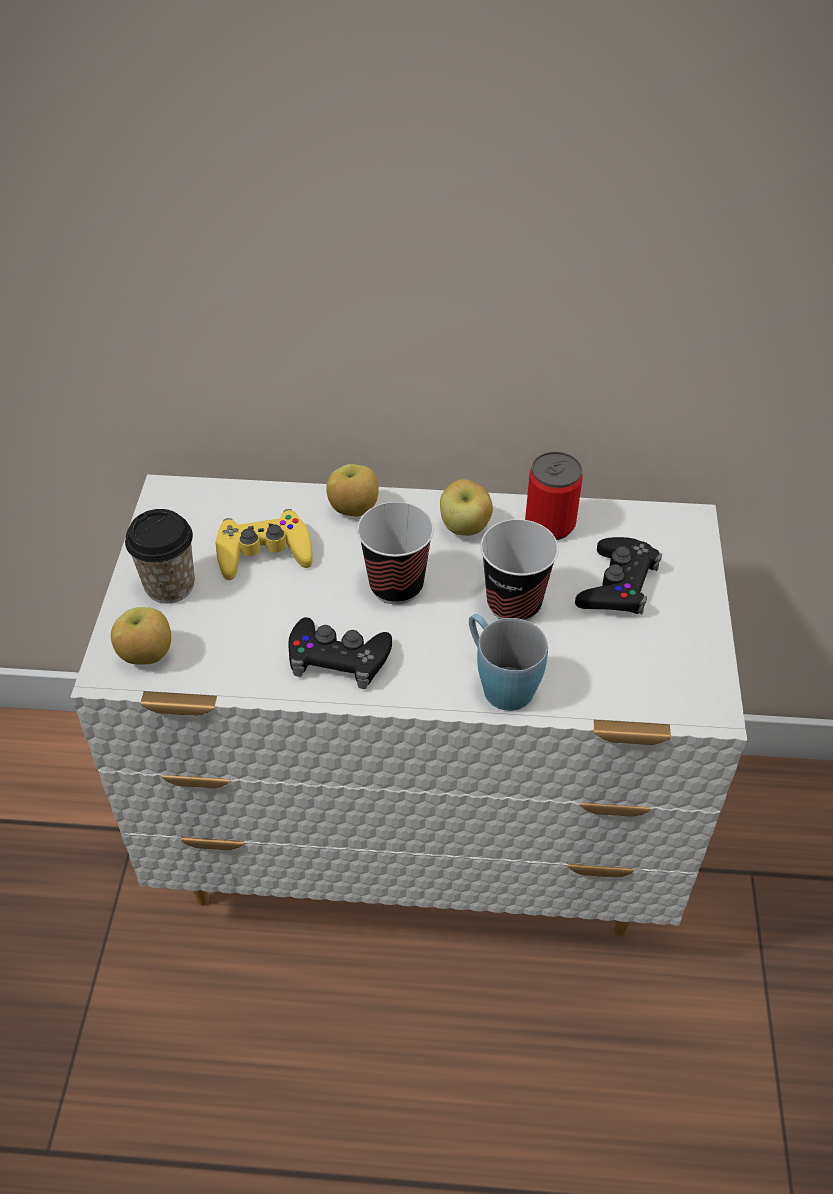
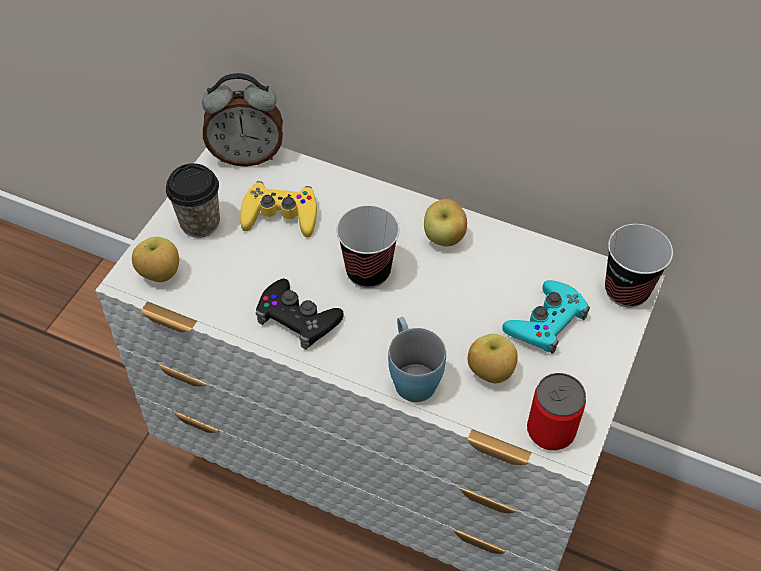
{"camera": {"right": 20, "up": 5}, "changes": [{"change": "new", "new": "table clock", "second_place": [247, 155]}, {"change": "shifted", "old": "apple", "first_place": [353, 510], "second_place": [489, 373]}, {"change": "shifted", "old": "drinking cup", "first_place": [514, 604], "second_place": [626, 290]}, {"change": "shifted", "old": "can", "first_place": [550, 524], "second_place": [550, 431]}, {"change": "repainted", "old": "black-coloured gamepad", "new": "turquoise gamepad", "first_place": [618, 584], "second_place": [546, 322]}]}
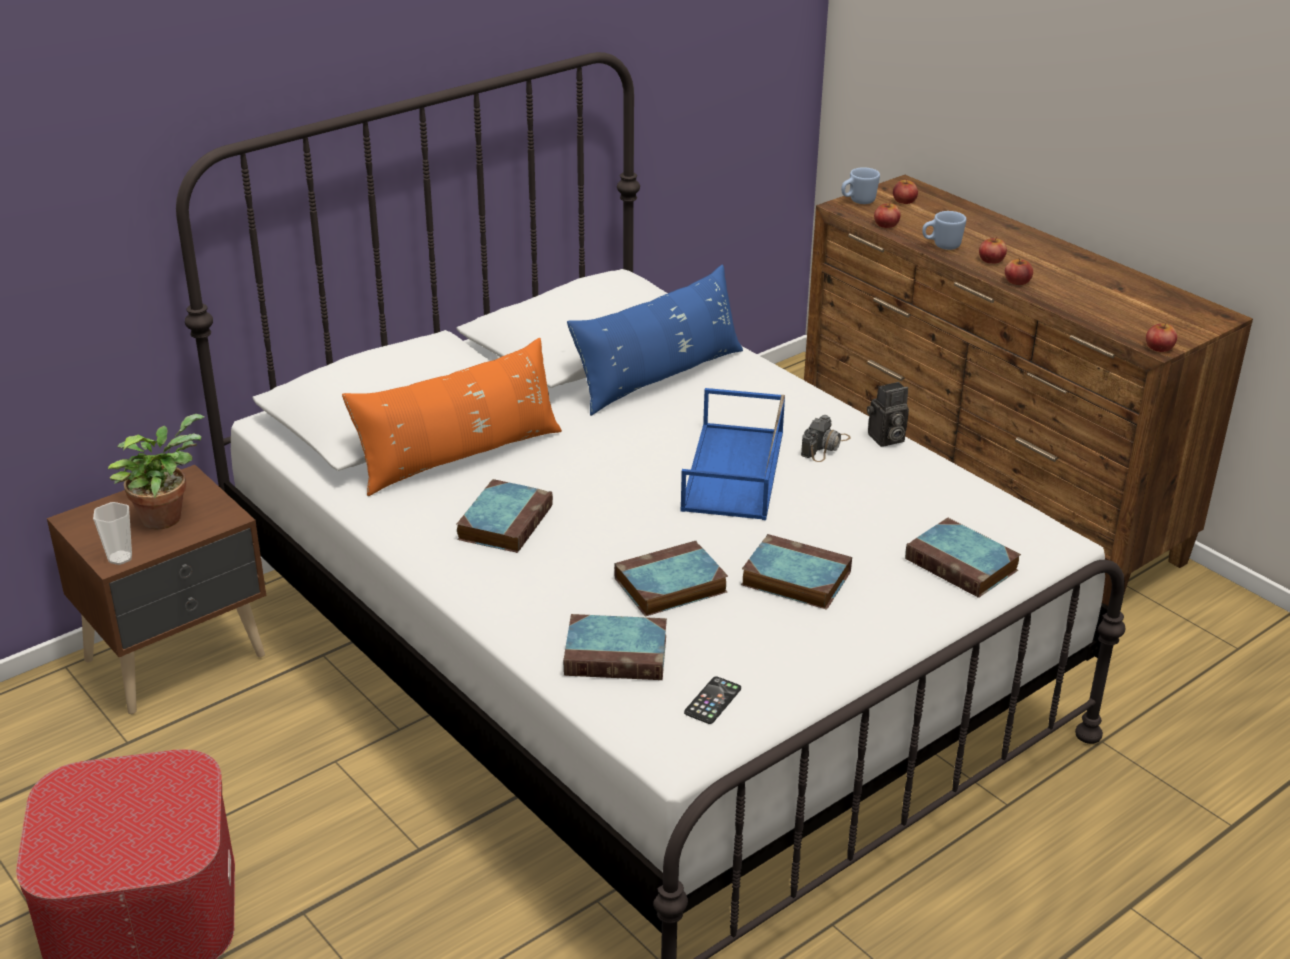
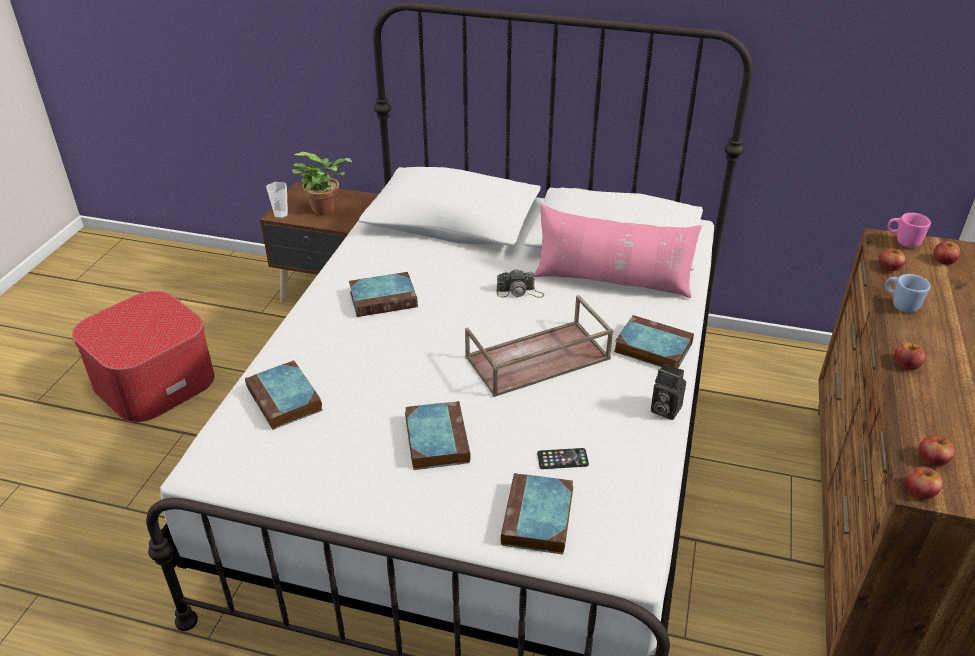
{"camera": {"right": 55, "up": 5}, "changes": [{"change": "gone", "old": "orange-coloured cushion", "first_place": [460, 456]}, {"change": "shifted", "old": "volume", "first_place": [669, 586], "second_place": [651, 347]}, {"change": "shifted", "old": "phone", "first_place": [713, 701], "second_place": [562, 459]}, {"change": "shifted", "old": "photo camera", "first_place": [825, 446], "second_place": [519, 292]}, {"change": "shifted", "old": "apple", "first_place": [991, 260], "second_place": [932, 458]}, {"change": "repainted", "old": "blue cushion", "new": "pink-coloured cushion", "first_place": [659, 377], "second_place": [612, 281]}, {"change": "repainted", "old": "blue tray", "new": "brown tray", "first_place": [735, 472], "second_place": [537, 359]}, {"change": "repainted", "old": "blue coffee mug", "new": "pink-coloured coffee mug", "first_place": [858, 201], "second_place": [903, 241]}]}
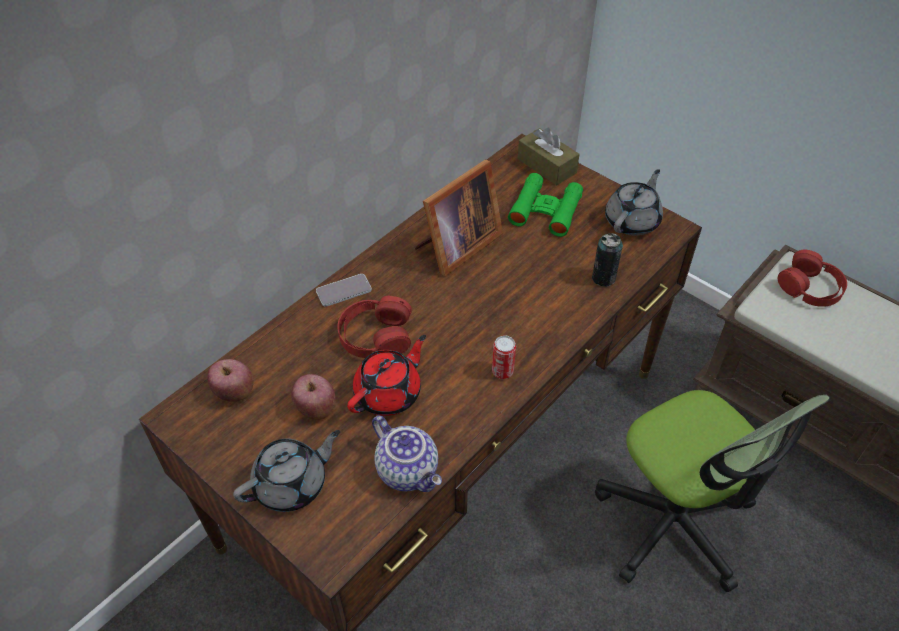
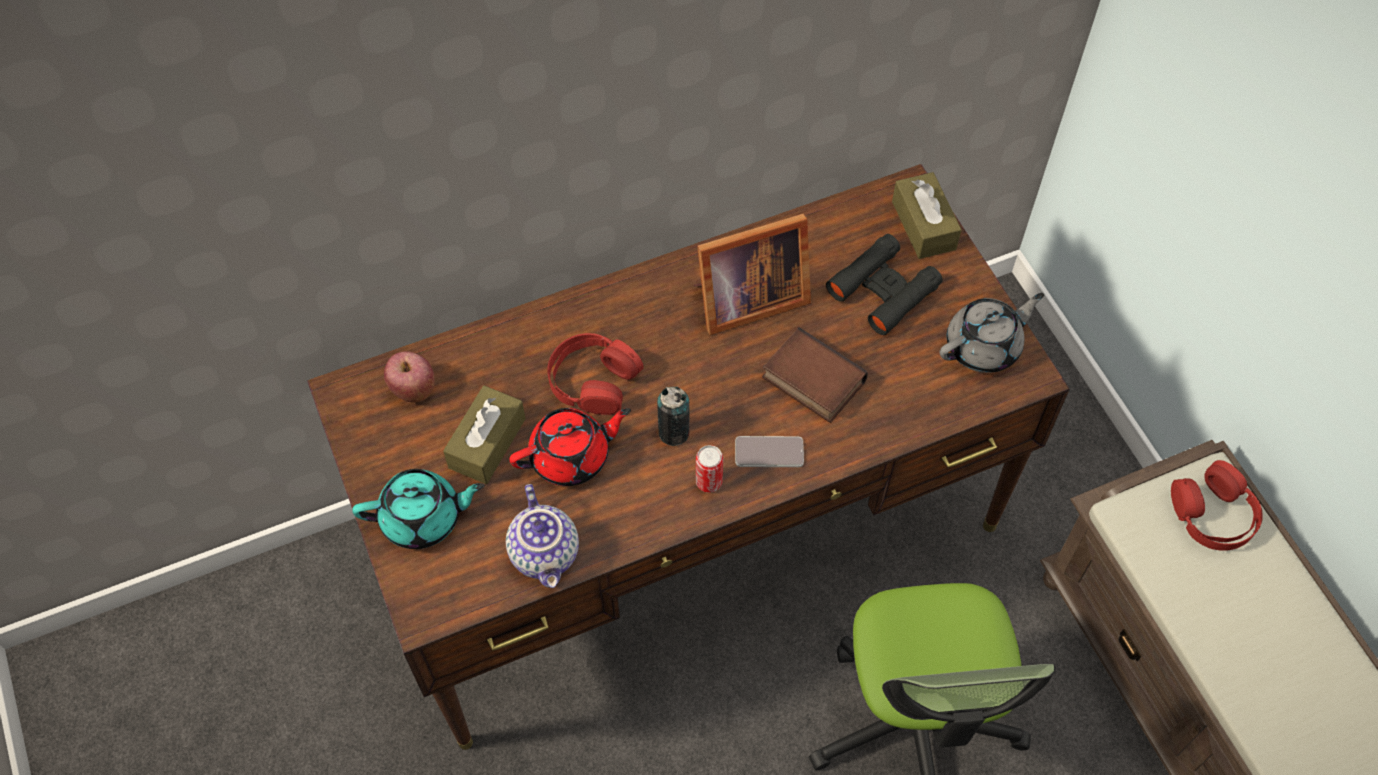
{"camera": {"right": 25, "up": 10}, "changes": [{"change": "new", "new": "volume", "second_place": [810, 381]}, {"change": "shifted", "old": "phone", "first_place": [344, 291], "second_place": [769, 452]}, {"change": "shifted", "old": "can", "first_place": [603, 278], "second_place": [674, 432]}, {"change": "swapped", "old": "apple", "new": "brown tissue box", "first_place": [316, 408], "second_place": [487, 443]}, {"change": "repainted", "old": "grey pot for tea", "new": "turquoise pot for tea", "first_place": [292, 484], "second_place": [423, 518]}, {"change": "repainted", "old": "green-coloured pair of binoculars", "new": "black-coloured pair of binoculars", "first_place": [545, 210], "second_place": [883, 290]}]}
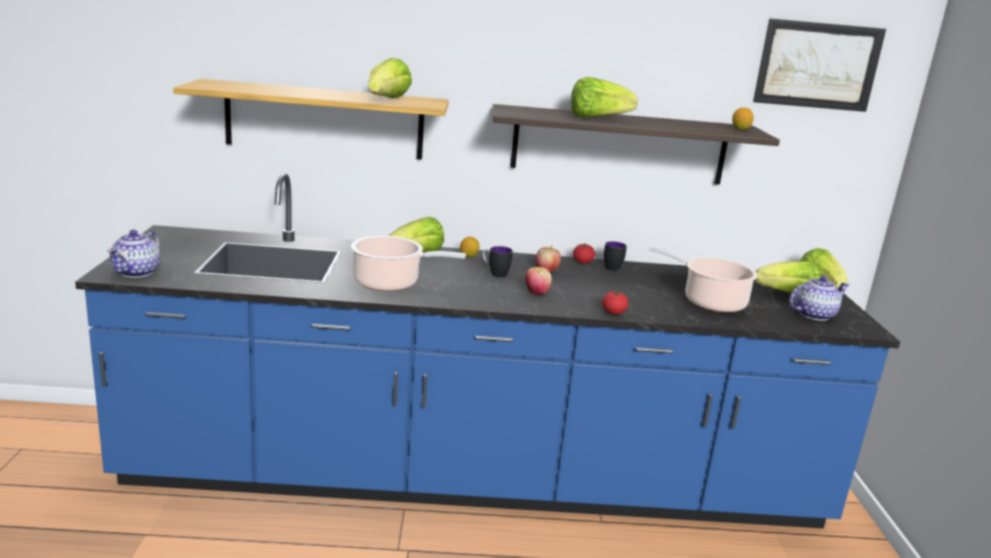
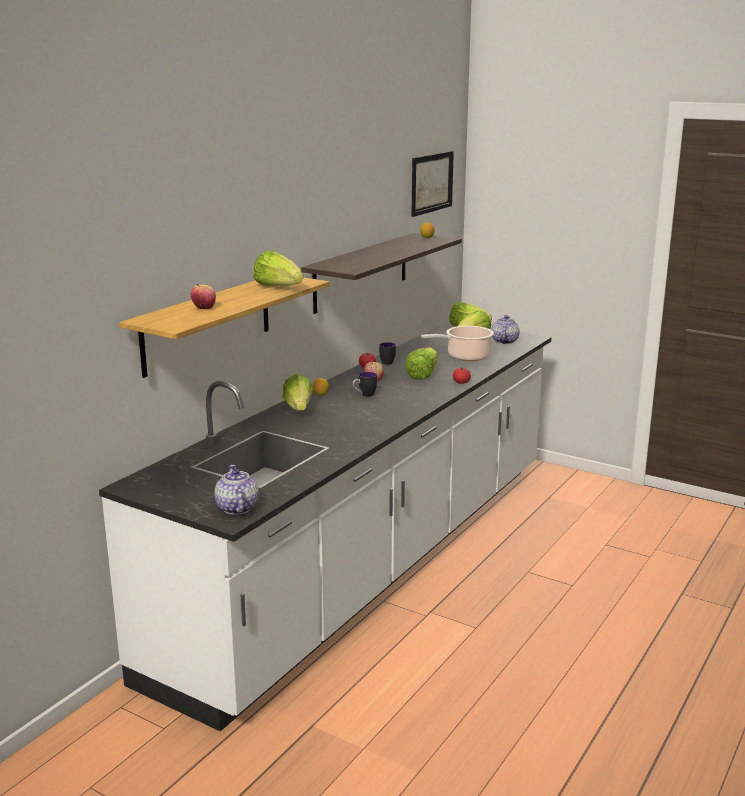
{"camera": {"right": -55, "up": 0}, "changes": [{"change": "gone", "old": "stockpot", "first_place": [390, 283]}, {"change": "shifted", "old": "apple", "first_place": [536, 292], "second_place": [204, 308]}, {"change": "shifted", "old": "head of lettuce", "first_place": [597, 118], "second_place": [422, 375]}, {"change": "repainted", "old": "blue kitchen base unit", "new": "white kitchen base unit", "first_place": [477, 477], "second_place": [372, 561]}, {"change": "rotated", "old": "pot for tea", "first_place": [137, 272], "second_place": [236, 508], "degrees": -150}]}
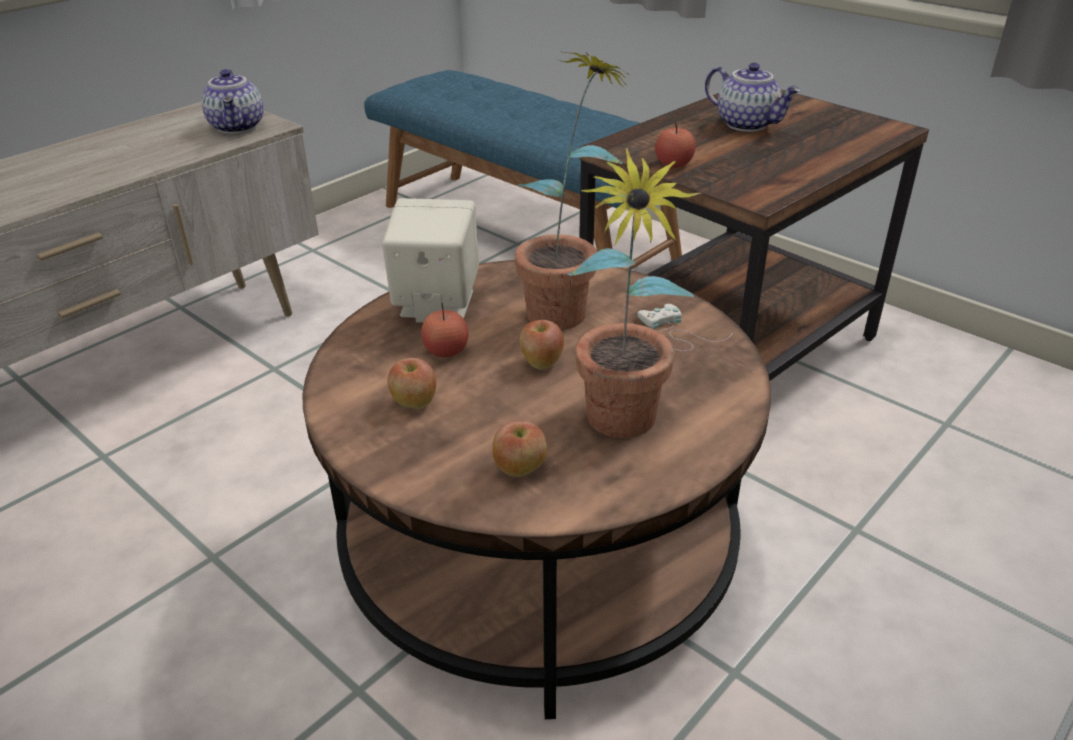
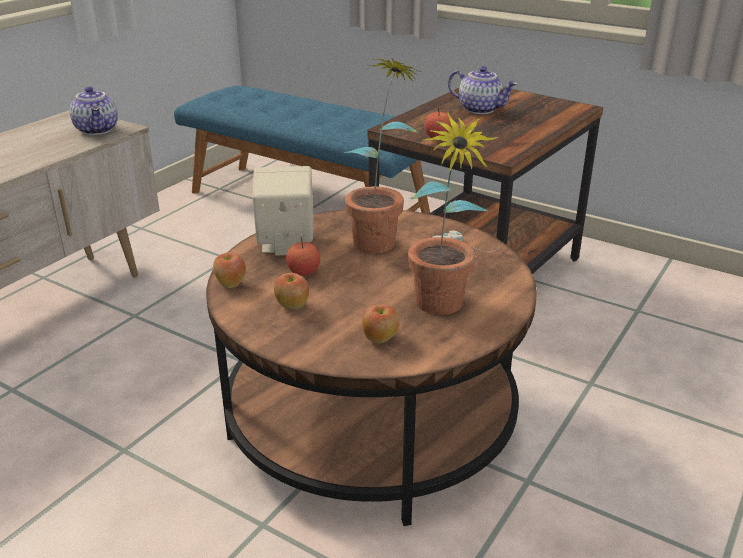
{"camera": {"right": -10, "up": -5}, "changes": [{"change": "shifted", "old": "apple", "first_place": [541, 363], "second_place": [230, 284]}]}
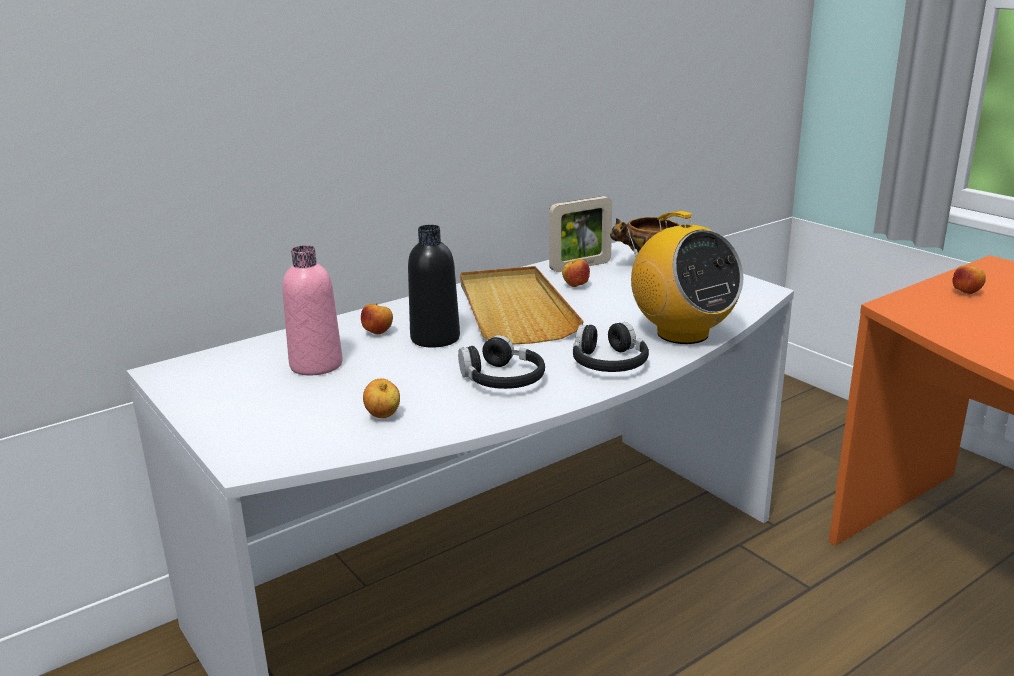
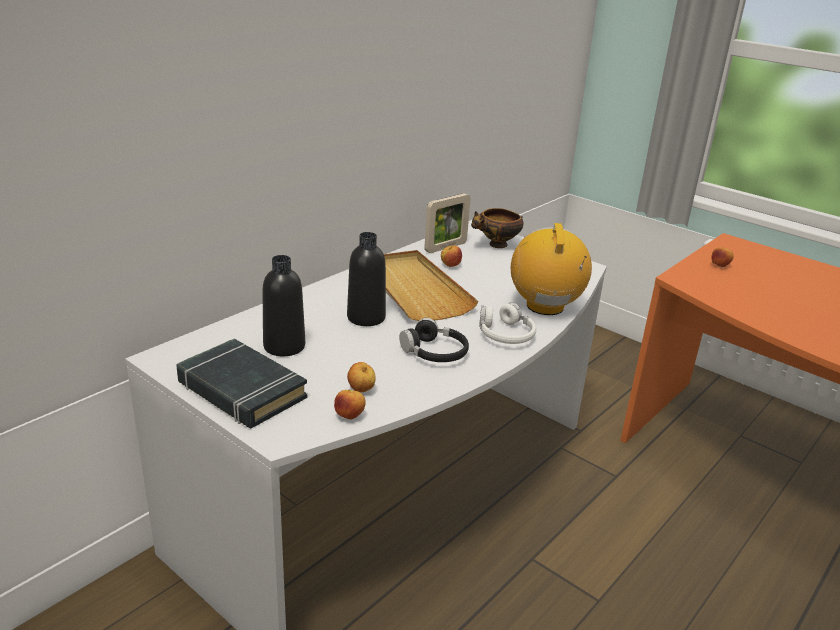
{"camera": {"right": -15, "up": 5}, "changes": [{"change": "new", "new": "black-coloured volume", "second_place": [241, 390]}, {"change": "shifted", "old": "apple", "first_place": [378, 333], "second_place": [350, 416]}, {"change": "repainted", "old": "pink-coloured beverage bottle", "new": "black-coloured beverage bottle", "first_place": [316, 365], "second_place": [284, 346]}, {"change": "repainted", "old": "black-coloured pair of headphones", "new": "white pair of headphones", "first_place": [608, 363], "second_place": [505, 334]}, {"change": "rotated", "old": "radio", "first_place": [681, 333], "second_place": [545, 306], "degrees": -135}]}
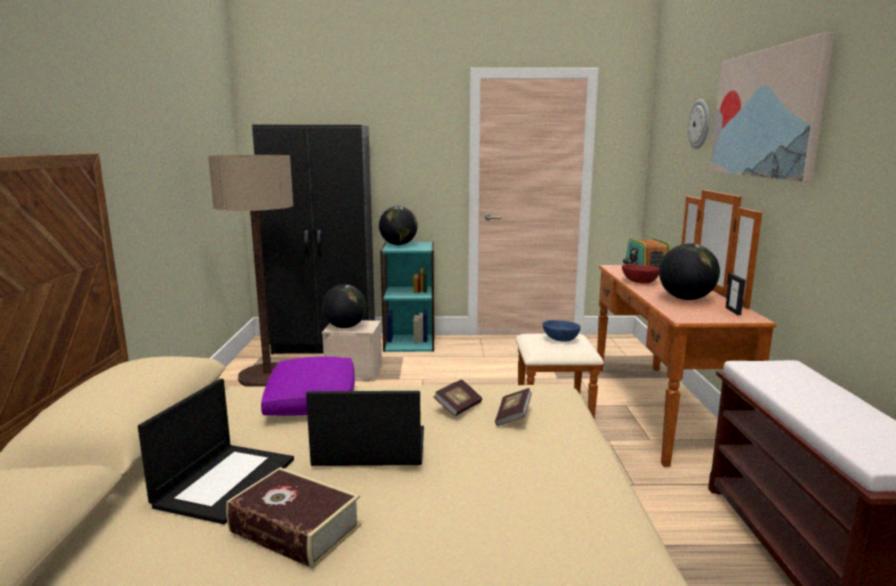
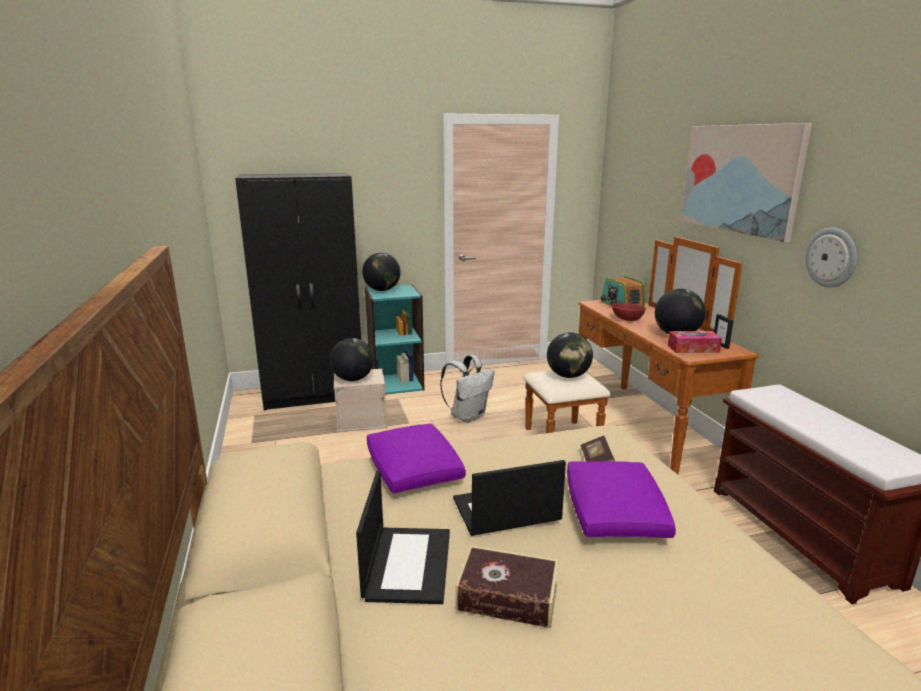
{"camera": {"right": -15, "up": 5}, "changes": [{"change": "gone", "old": "standing lamp", "first_place": [267, 376]}, {"change": "gone", "old": "volume", "first_place": [458, 407]}, {"change": "new", "new": "white rucksack", "second_place": [468, 416]}, {"change": "new", "new": "purple cushion", "second_place": [614, 512]}, {"change": "new", "new": "tissue box", "second_place": [693, 348]}, {"change": "shifted", "old": "clock on the wall", "first_place": [700, 124], "second_place": [831, 257]}, {"change": "swapped", "old": "blue bowl", "new": "desk globe", "first_place": [560, 339], "second_place": [568, 376]}]}
